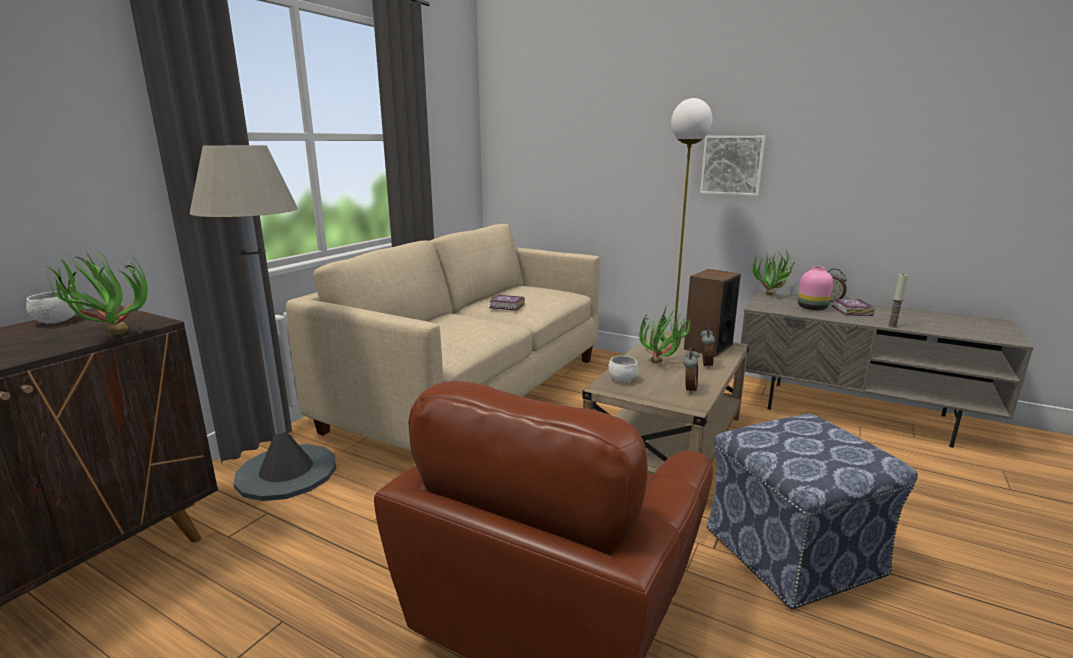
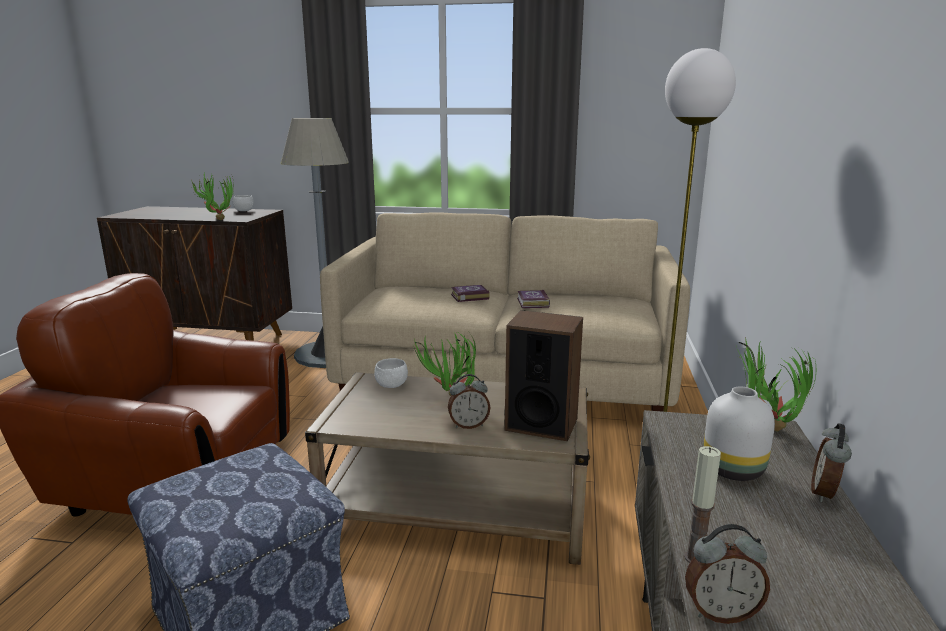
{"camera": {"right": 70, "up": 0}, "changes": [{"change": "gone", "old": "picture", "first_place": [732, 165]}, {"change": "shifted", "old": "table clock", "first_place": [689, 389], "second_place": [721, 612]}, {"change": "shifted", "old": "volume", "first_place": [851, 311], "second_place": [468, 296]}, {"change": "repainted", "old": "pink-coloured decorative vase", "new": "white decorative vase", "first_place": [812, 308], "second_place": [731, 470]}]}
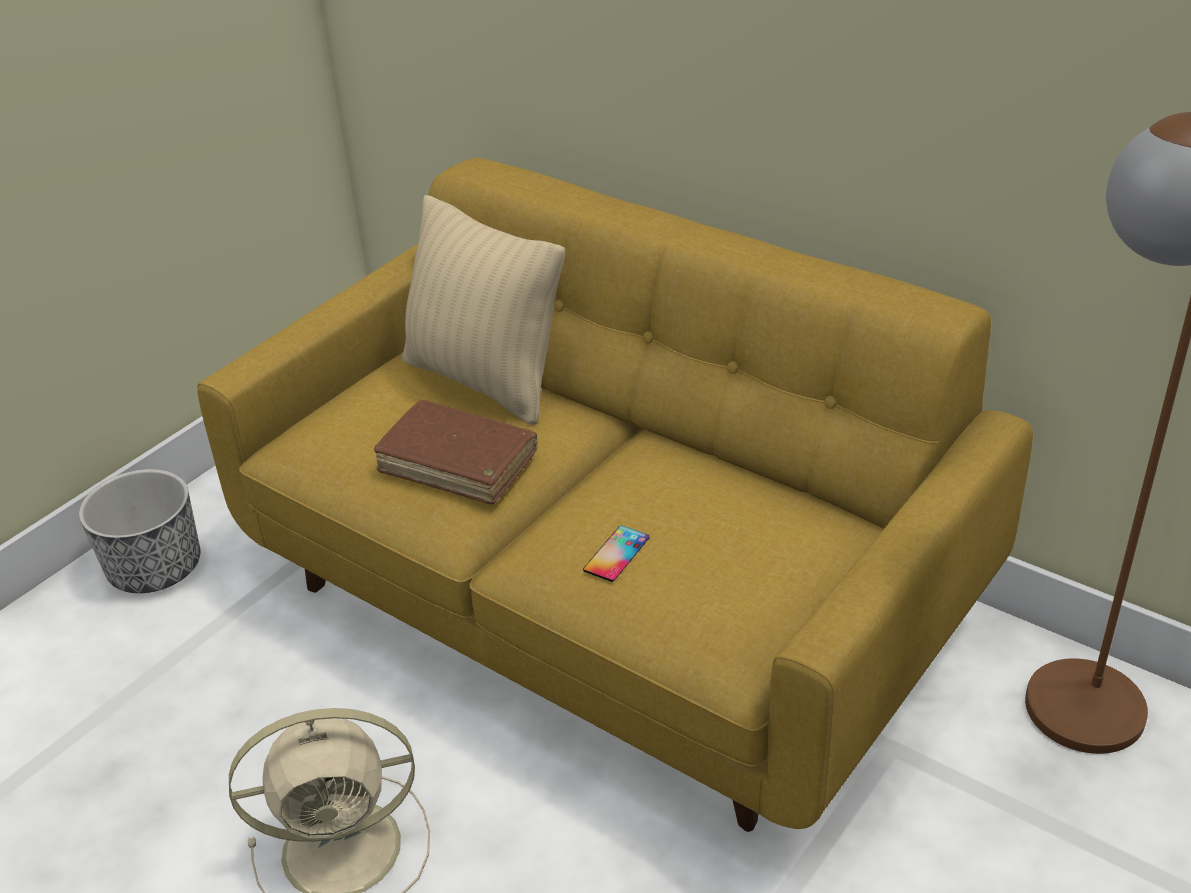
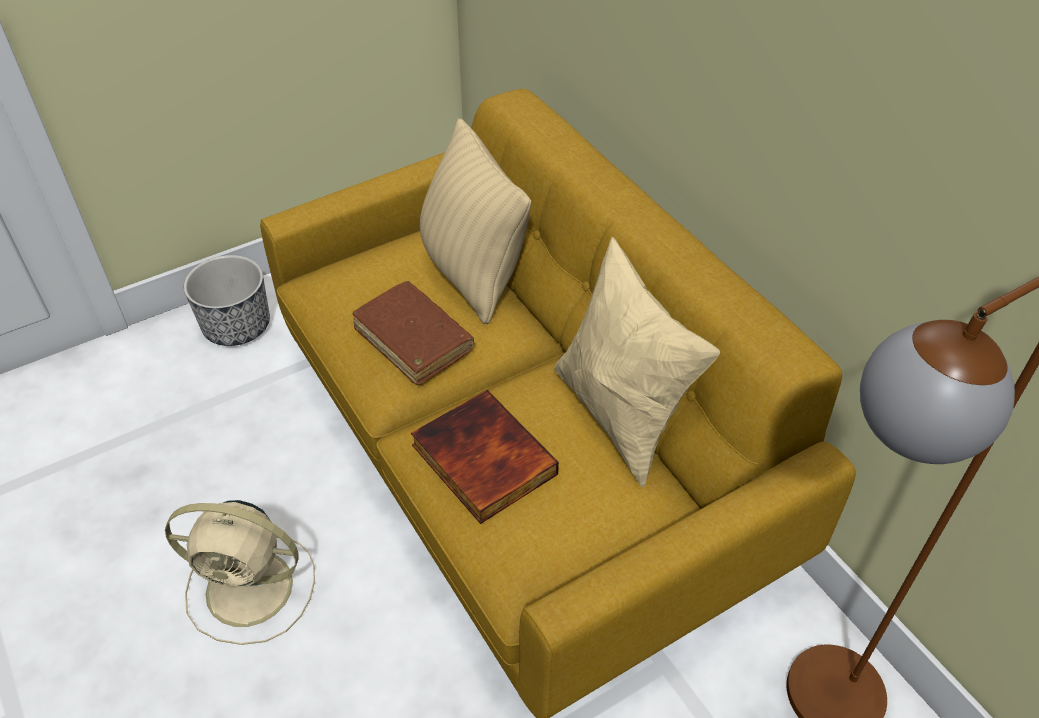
{"camera": {"right": 20, "up": 10}, "changes": [{"change": "new", "new": "beige-coloured cushion", "second_place": [620, 416]}, {"change": "swapped", "old": "phone", "new": "volume", "first_place": [616, 554], "second_place": [481, 460]}]}
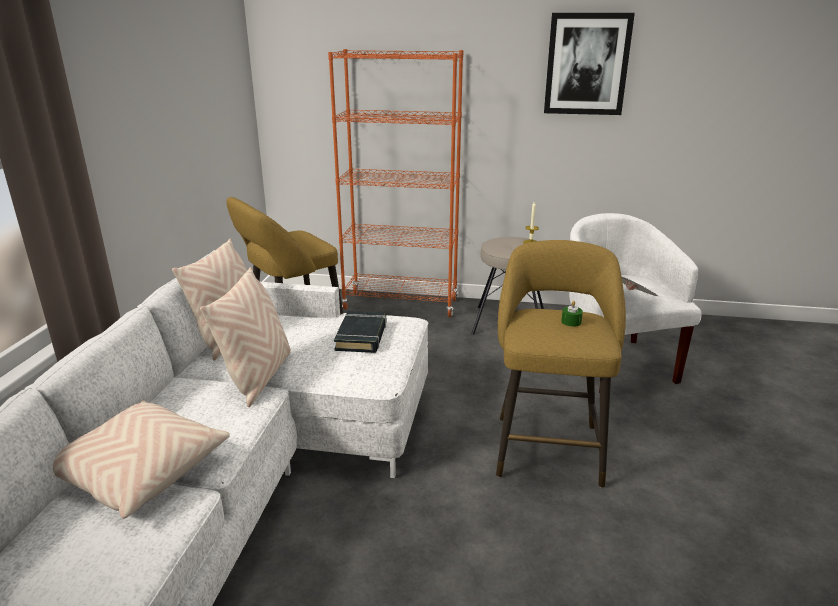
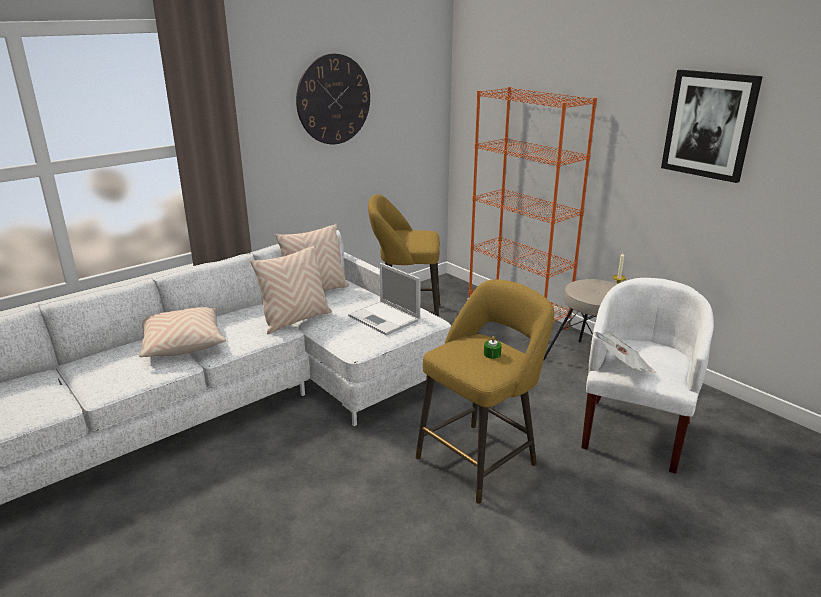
{"camera": {"right": 40, "up": 0}, "changes": [{"change": "new", "new": "clock on the wall", "second_place": [333, 99]}, {"change": "swapped", "old": "black-coloured volume", "new": "notebook computer", "first_place": [362, 336], "second_place": [385, 318]}]}
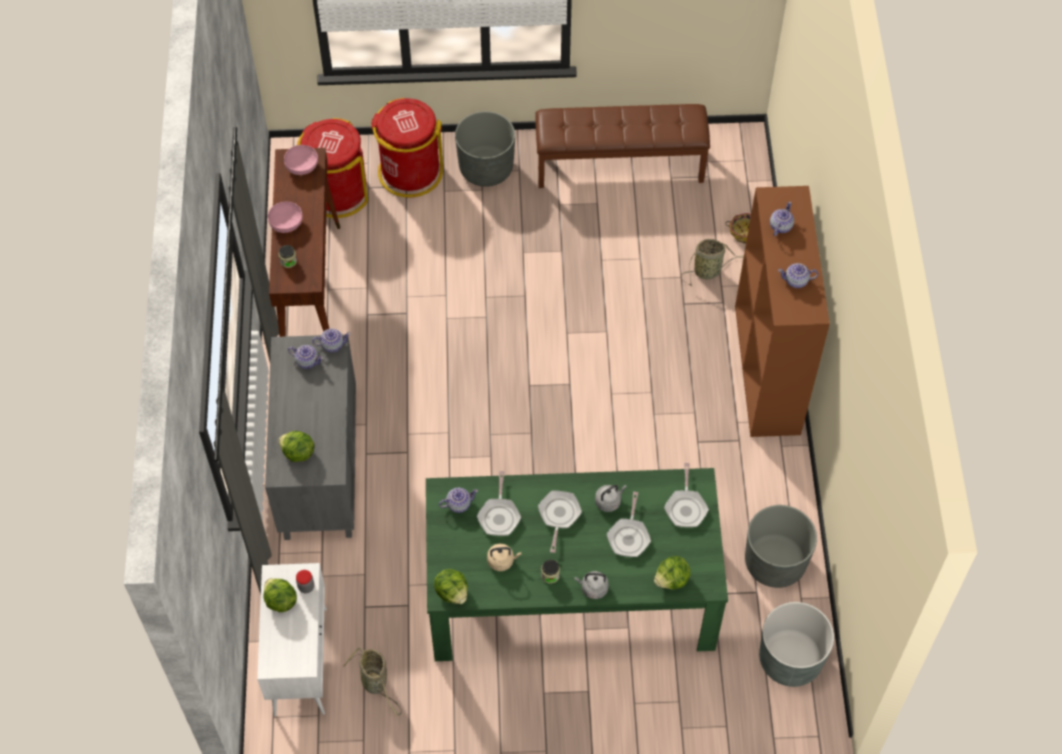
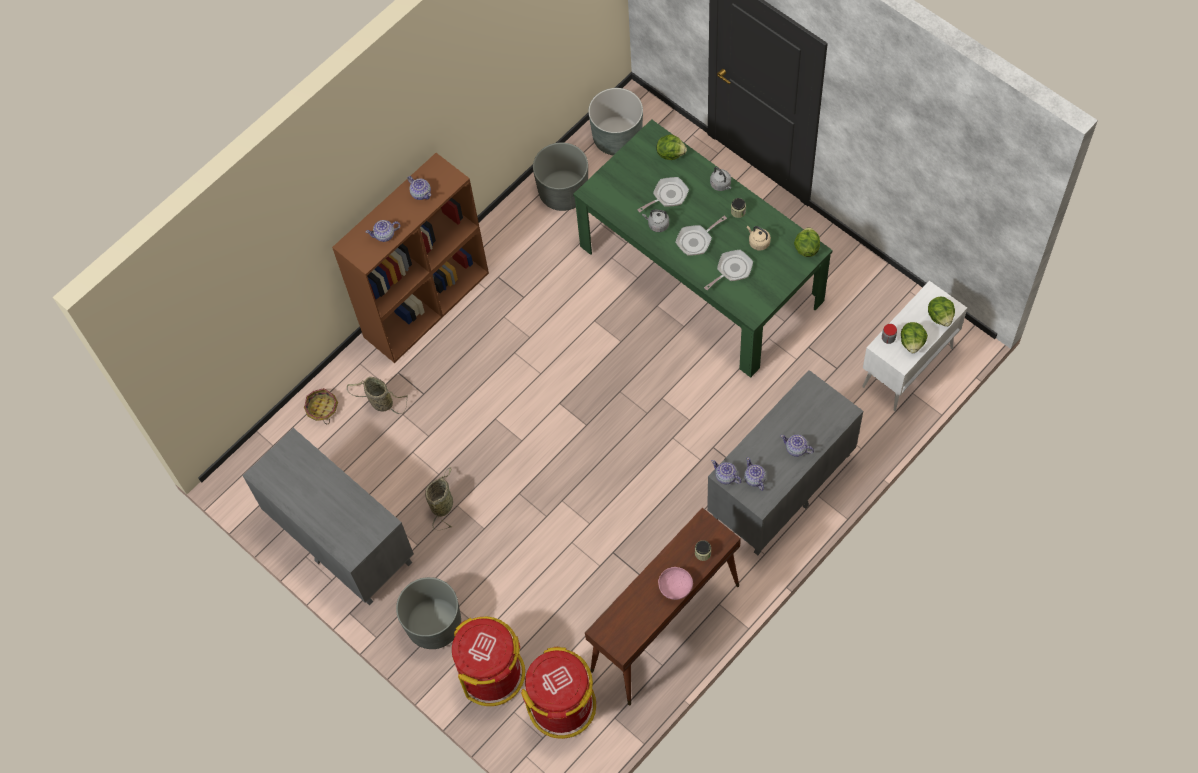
{"camera": {"right": -130, "up": 5}, "changes": [{"change": "gone", "old": "pink-coloured bowl", "first_place": [302, 166]}, {"change": "gone", "old": "frying pan", "first_place": [686, 507]}, {"change": "shifted", "old": "head of lettuce", "first_place": [298, 453], "second_place": [940, 316]}, {"change": "shifted", "old": "household basket", "first_place": [375, 683], "second_place": [442, 504]}, {"change": "shifted", "old": "pot for tea", "first_place": [458, 504], "second_place": [796, 449]}, {"change": "swapped", "old": "brown long seat", "new": "grey chest of drawers", "first_place": [620, 165], "second_place": [340, 538]}]}
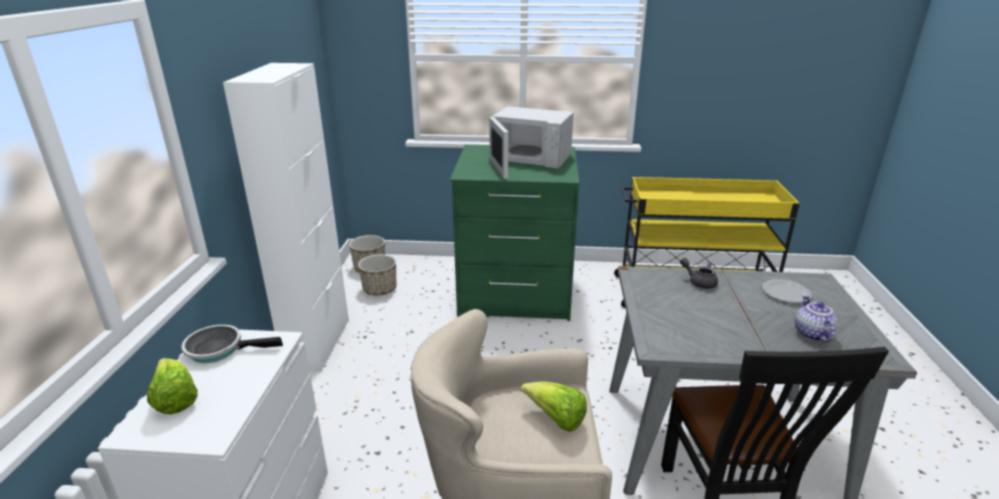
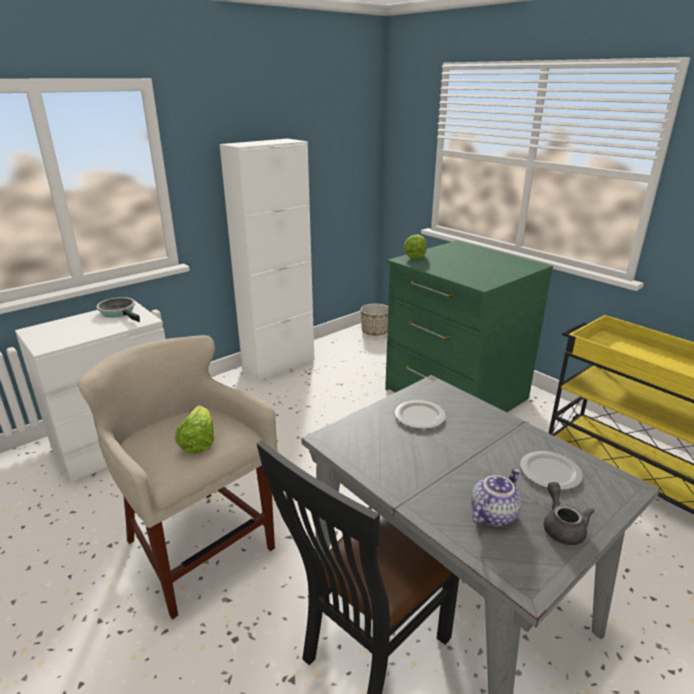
{"camera": {"right": 45, "up": 0}, "changes": [{"change": "gone", "old": "planter", "first_place": [379, 289]}, {"change": "gone", "old": "white microwave", "first_place": [528, 159]}, {"change": "new", "new": "flat dish", "second_place": [420, 417]}, {"change": "shifted", "old": "head of lettuce", "first_place": [175, 400], "second_place": [415, 255]}, {"change": "shifted", "old": "grey pot for tea", "first_place": [699, 282], "second_place": [562, 526]}]}
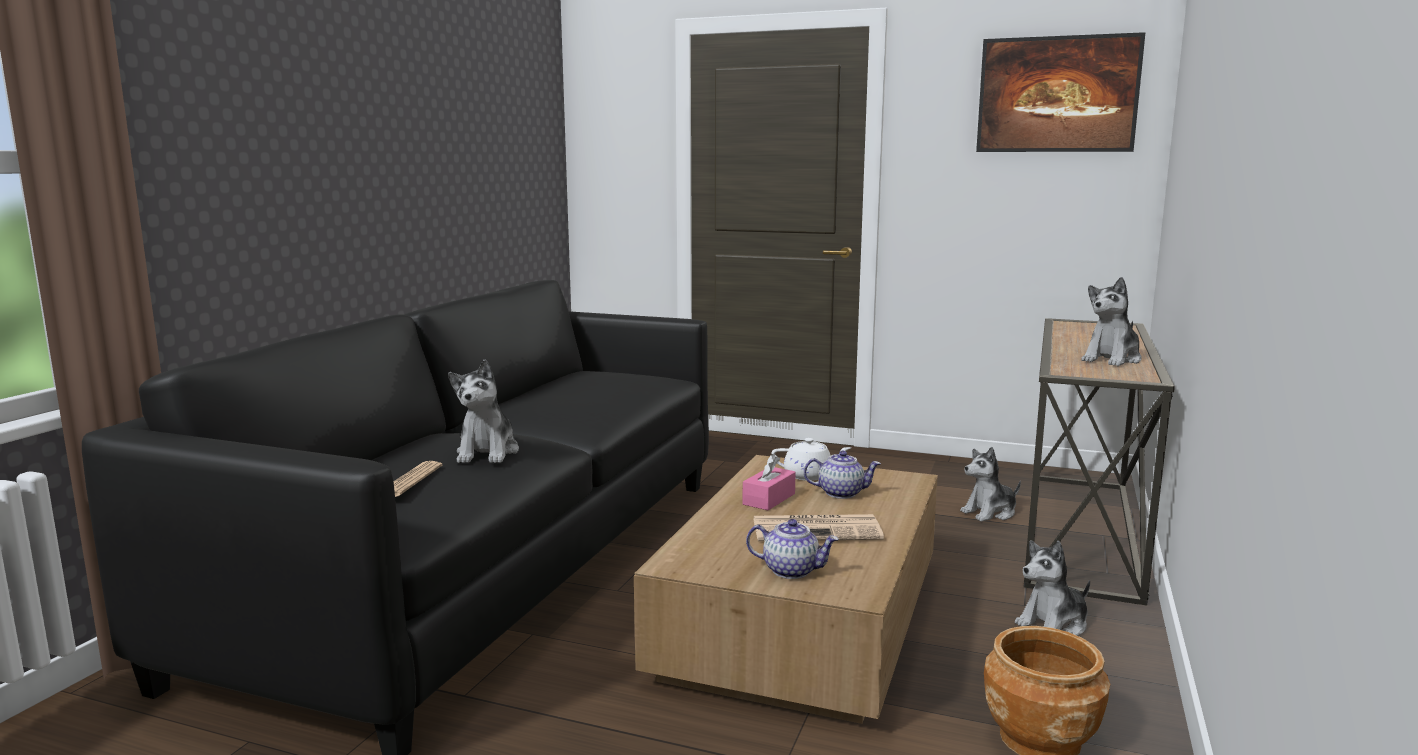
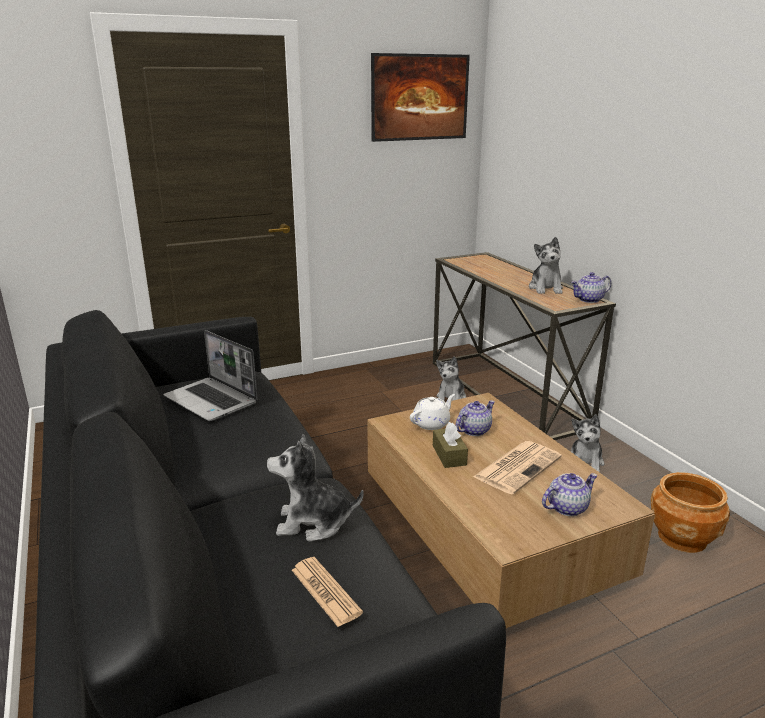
{"camera": {"right": -45, "up": 10}, "changes": [{"change": "new", "new": "notebook computer", "second_place": [212, 401]}, {"change": "new", "new": "pot for tea", "second_place": [589, 300]}, {"change": "repainted", "old": "pink-coloured tissue box", "new": "brown tissue box", "first_place": [769, 499], "second_place": [449, 455]}, {"change": "rotated", "old": "soft toy", "first_place": [487, 452], "second_place": [313, 523], "degrees": 135}]}
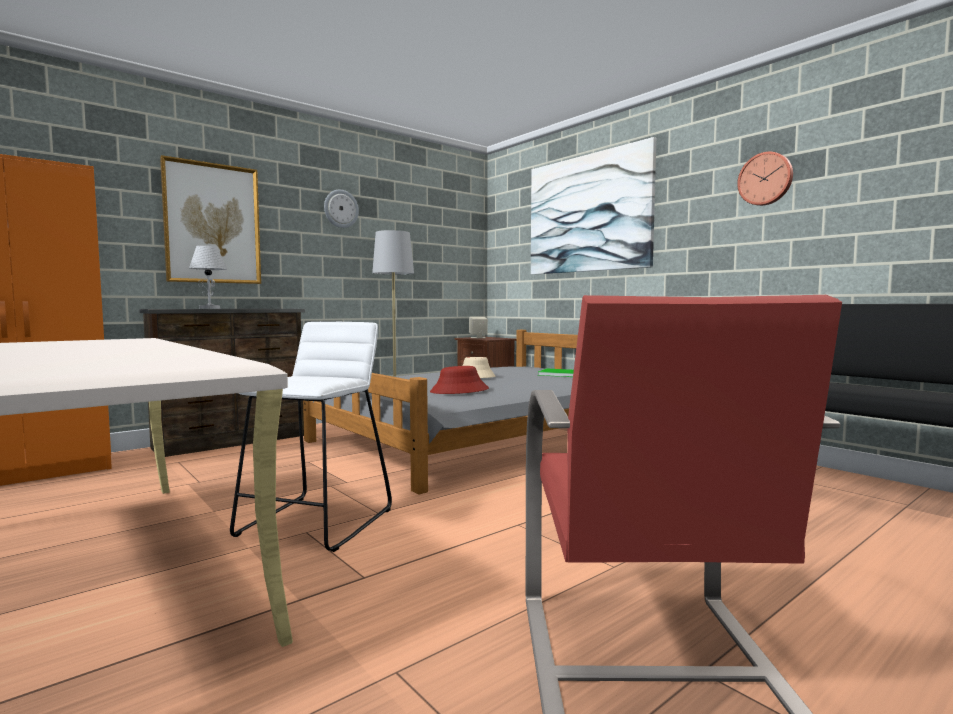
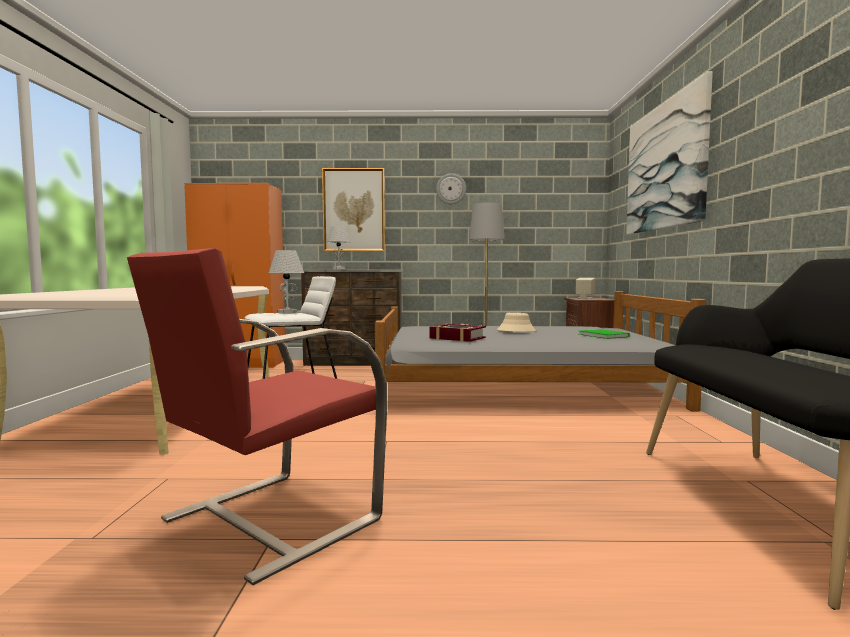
{"camera": {"right": 40, "up": 0}, "changes": [{"change": "gone", "old": "clock on the wall", "first_place": [765, 179]}, {"change": "new", "new": "white lamp for a table", "second_place": [287, 312]}, {"change": "swapped", "old": "red-coloured hat", "new": "volume", "first_place": [459, 391], "second_place": [457, 338]}]}
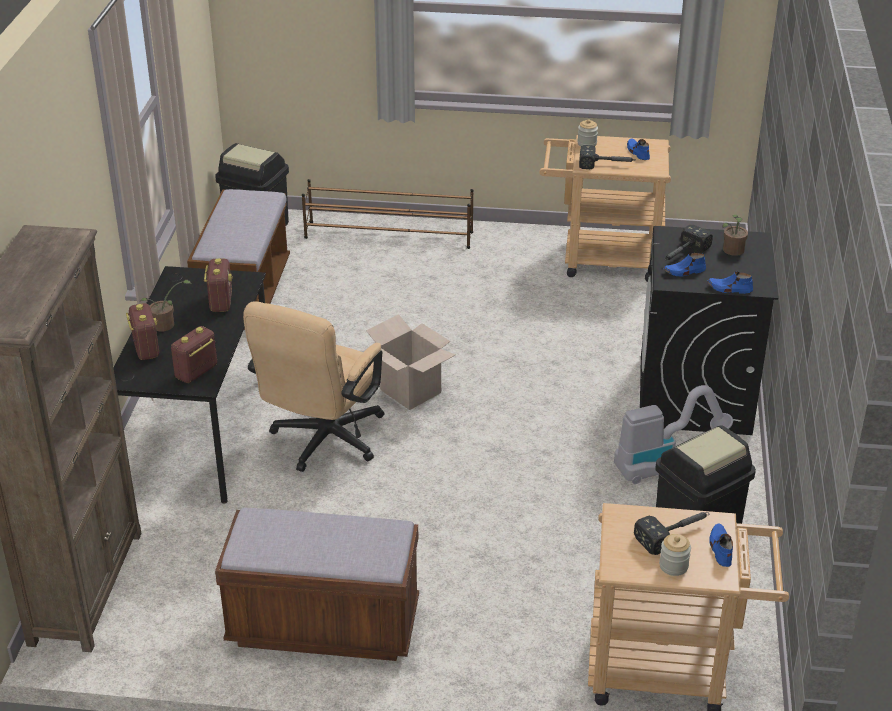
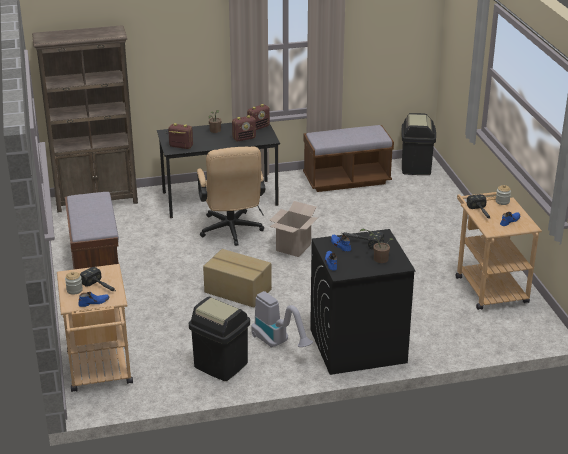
{"camera": {"right": 70, "up": -5}, "changes": [{"change": "gone", "old": "brown shoe rack", "first_place": [389, 235]}, {"change": "new", "new": "carton", "second_place": [237, 291]}, {"change": "shifted", "old": "radio", "first_place": [146, 349], "second_place": [258, 127]}, {"change": "rotated", "old": "beige-coloured office chair", "first_place": [322, 443], "second_place": [231, 232], "degrees": -105}]}
